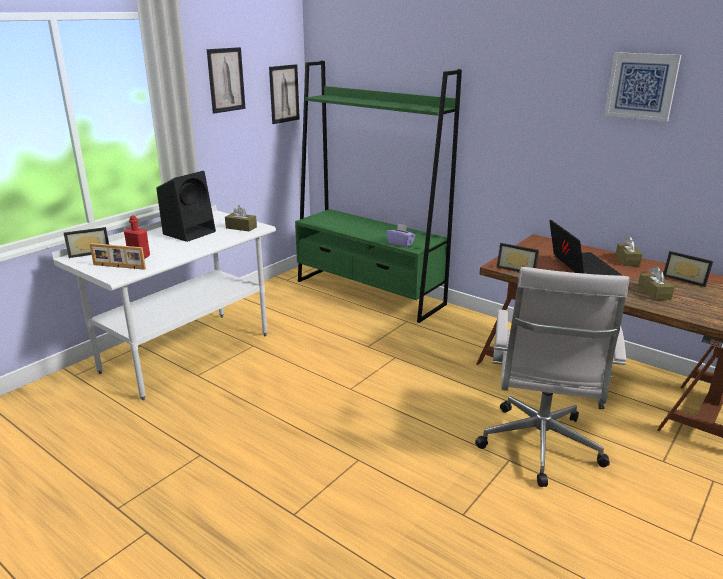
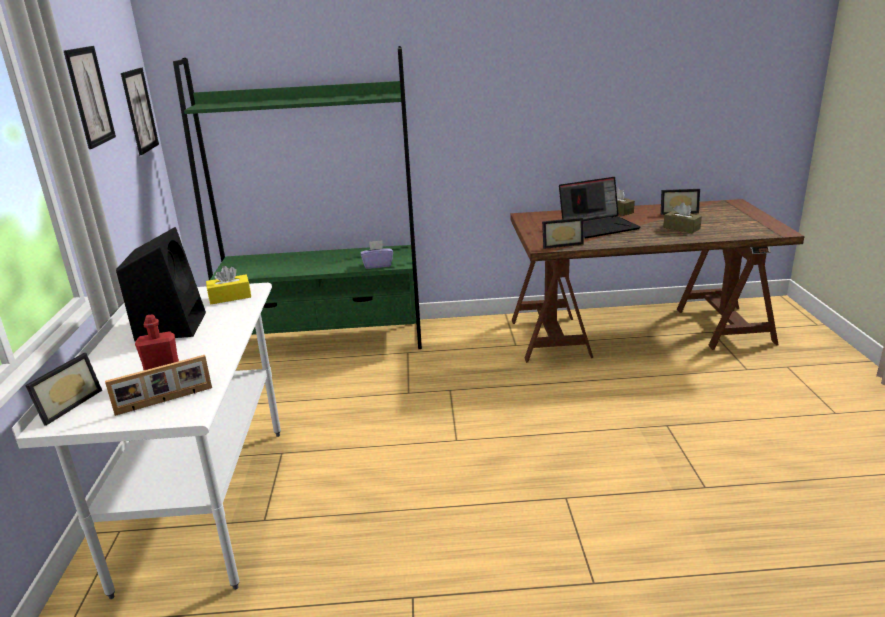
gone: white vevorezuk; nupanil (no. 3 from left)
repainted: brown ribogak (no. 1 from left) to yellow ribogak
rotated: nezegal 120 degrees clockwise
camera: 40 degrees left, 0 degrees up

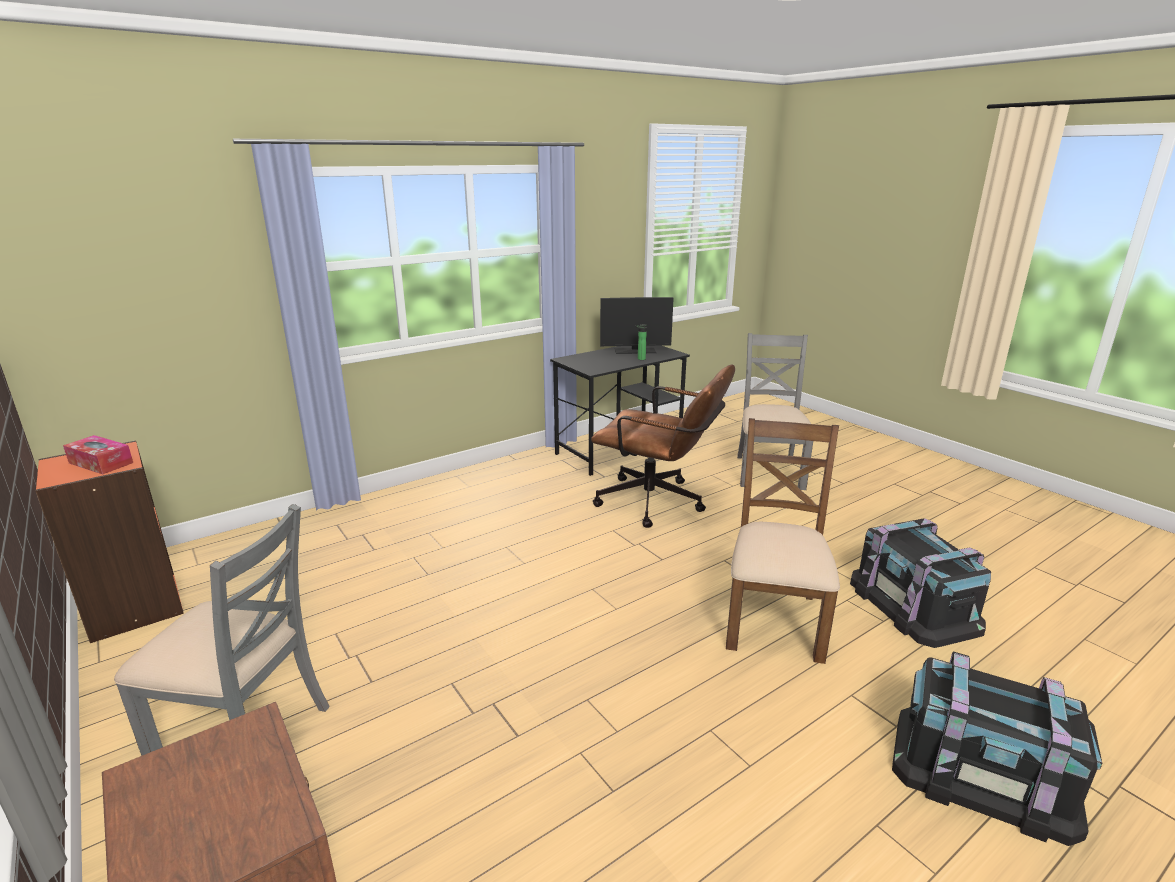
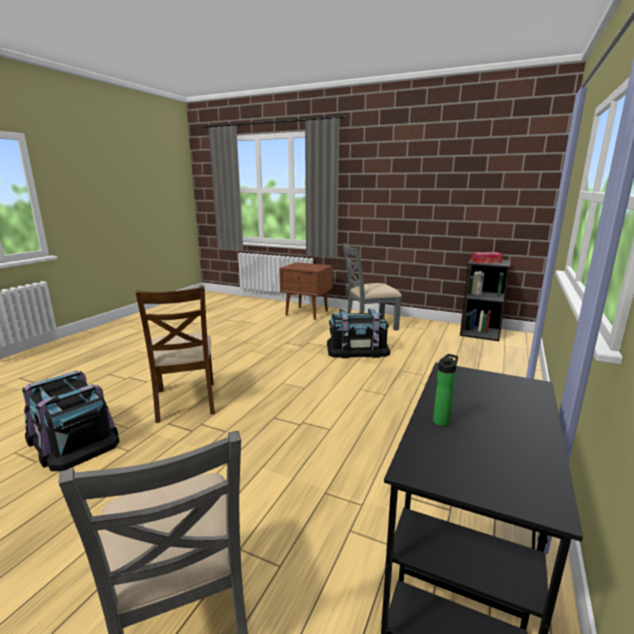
gone: brown vevorezuk; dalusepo
shifted: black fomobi (no. 2 from left)
repainted: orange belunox to black belunox
camera: 150 degrees right, 5 degrees down

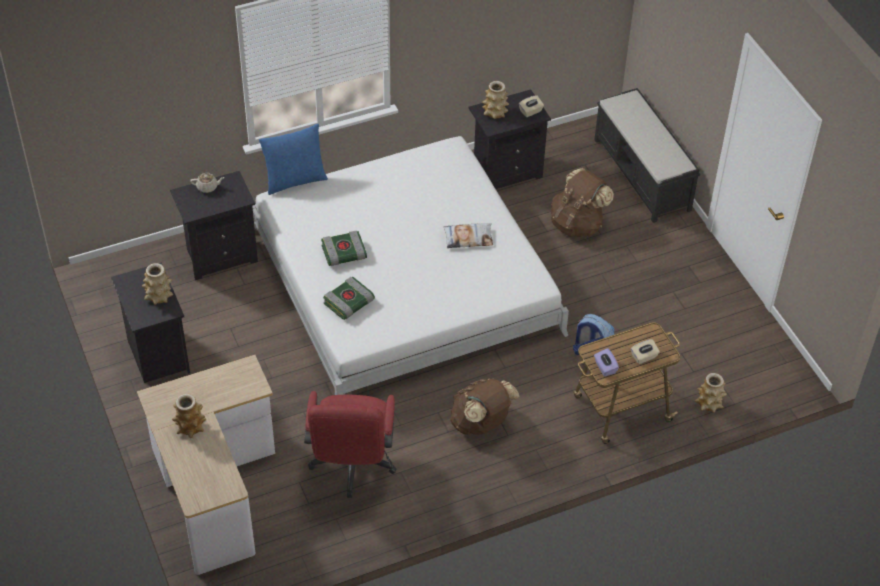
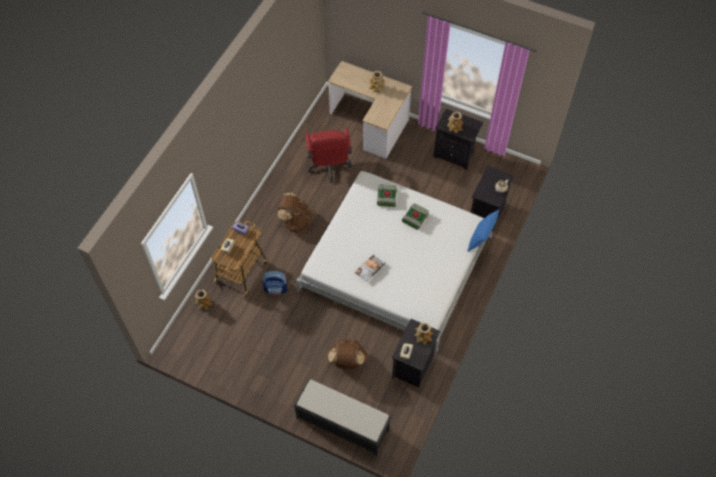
rotated: red vevorezuk 150 degrees counterclockwise
camera: 140 degrees right, 10 degrees up

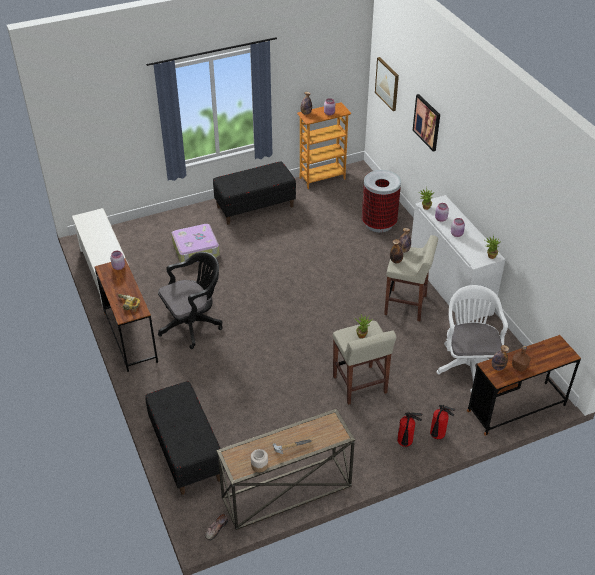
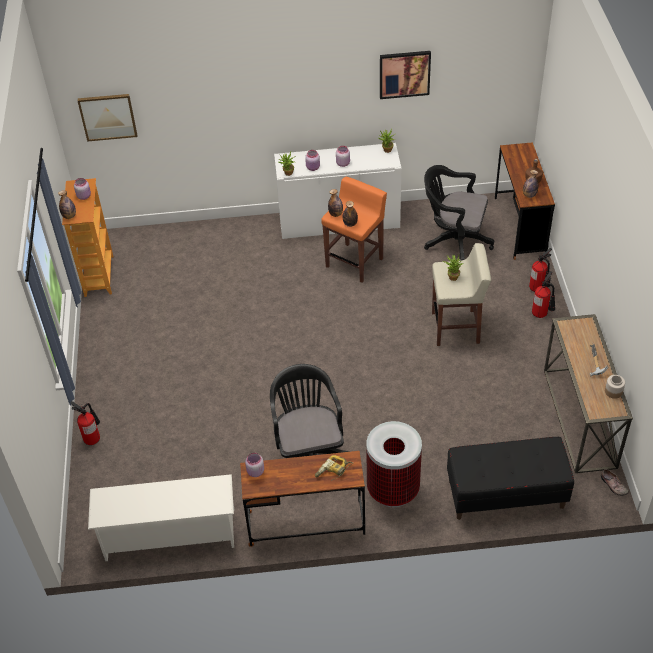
gone: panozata; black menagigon (no. 2 from left)
new: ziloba (no. 1 from left)
shifted: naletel; nupanil (no. 2 from left)
repainted: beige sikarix (no. 2 from left) to orange sikarix; white vevorezuk to black vevorezuk (no. 2 from left)
camera: 70 degrees left, 5 degrees up

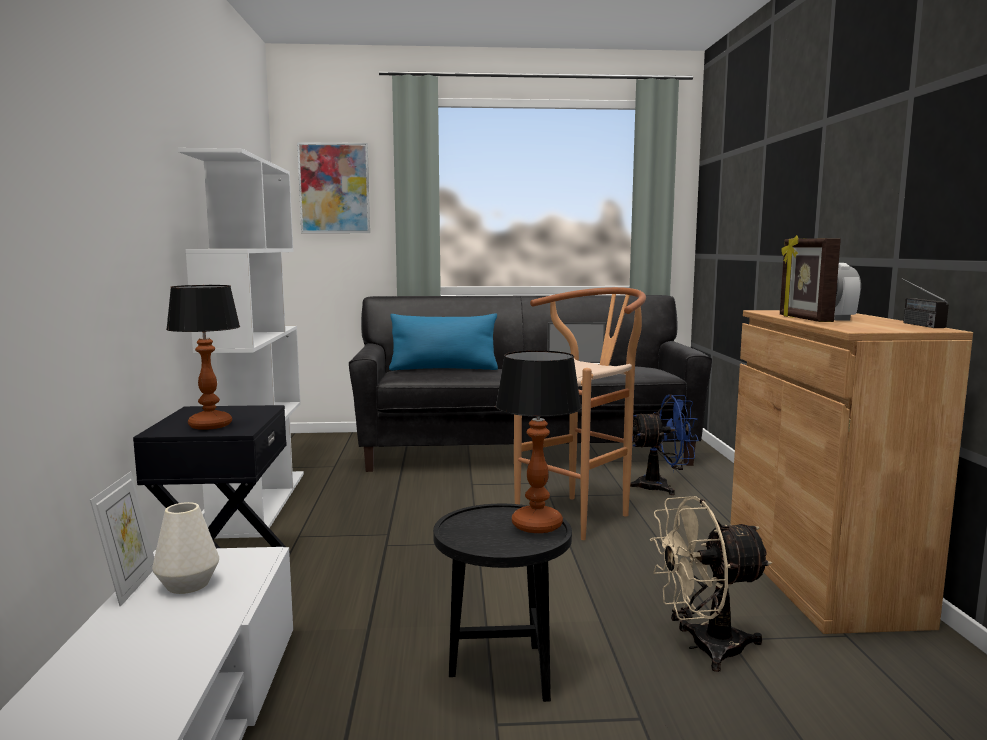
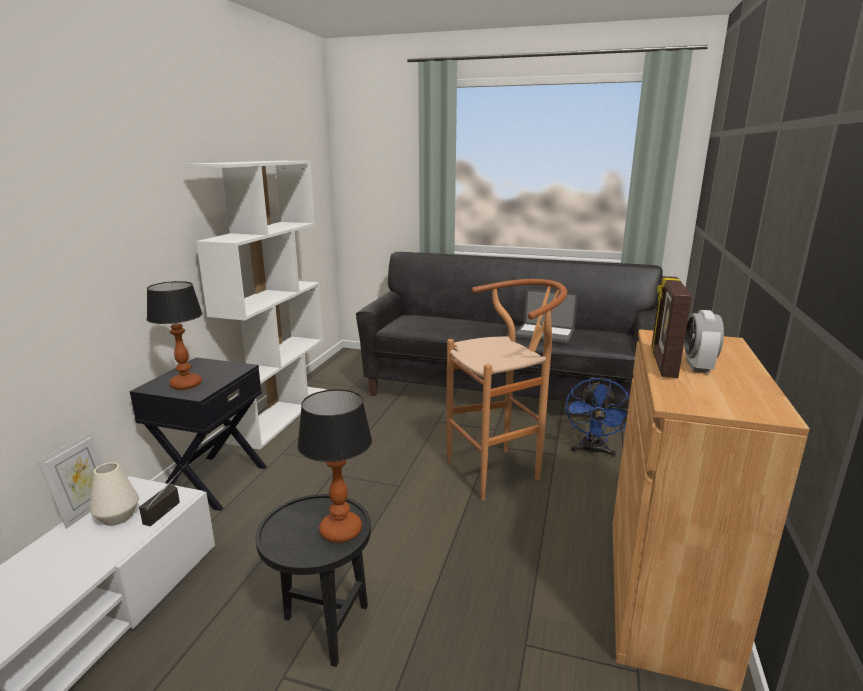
gone: nupanil; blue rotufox; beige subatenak
shifted: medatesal
rotated: blue subatenak 90 degrees clockwise
camera: 20 degrees right, 10 degrees up

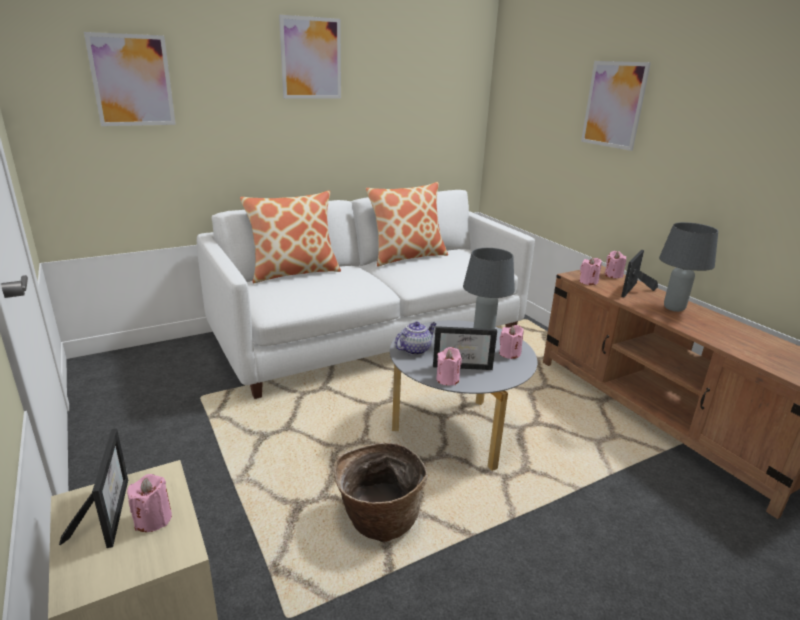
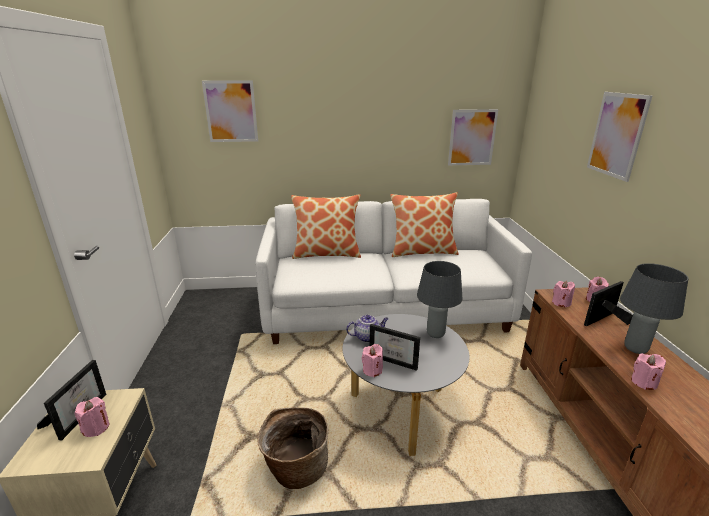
shifted: nupanil (no. 2 from left); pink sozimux (no. 3 from left in the first image) to pink sozimux (no. 5 from left)
camera: 25 degrees right, 0 degrees up

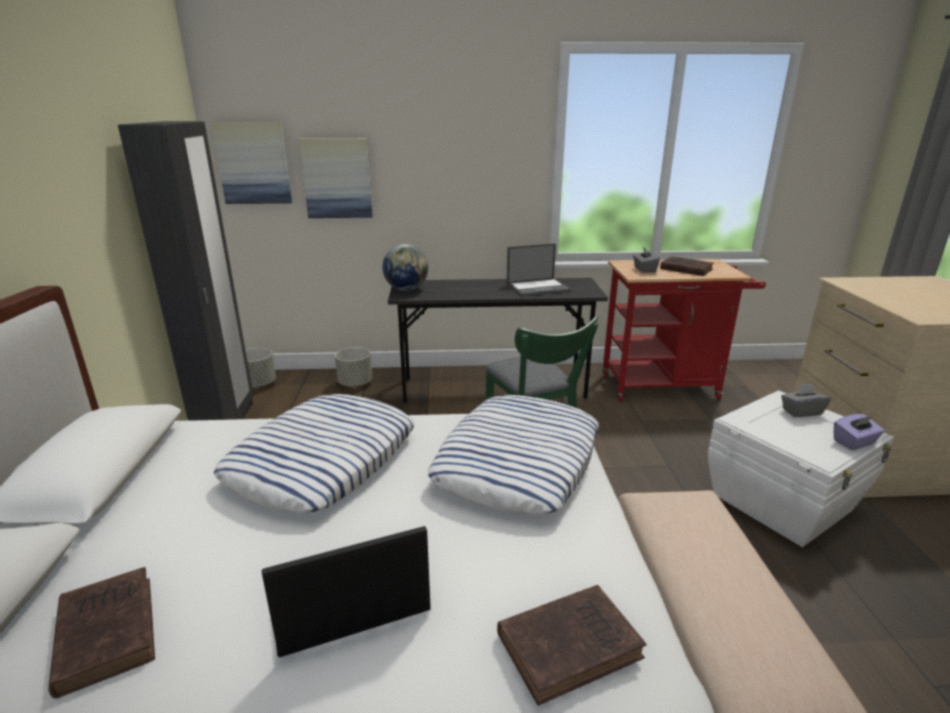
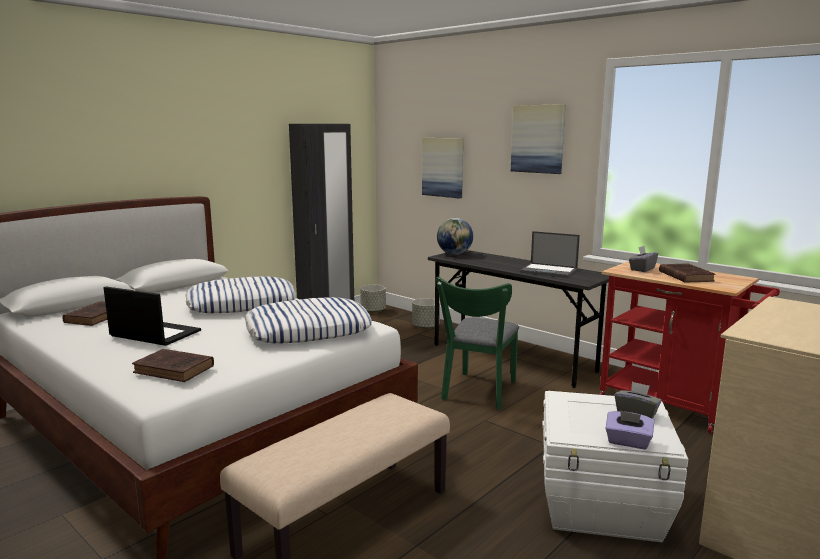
shifted: nupanil (no. 1 from left in the first image) to nupanil (no. 2 from left)
camera: 45 degrees right, 10 degrees down

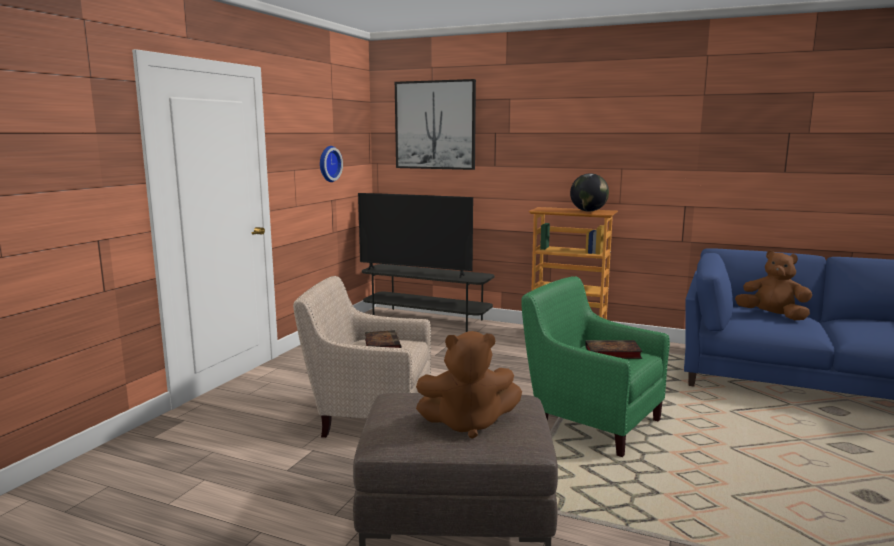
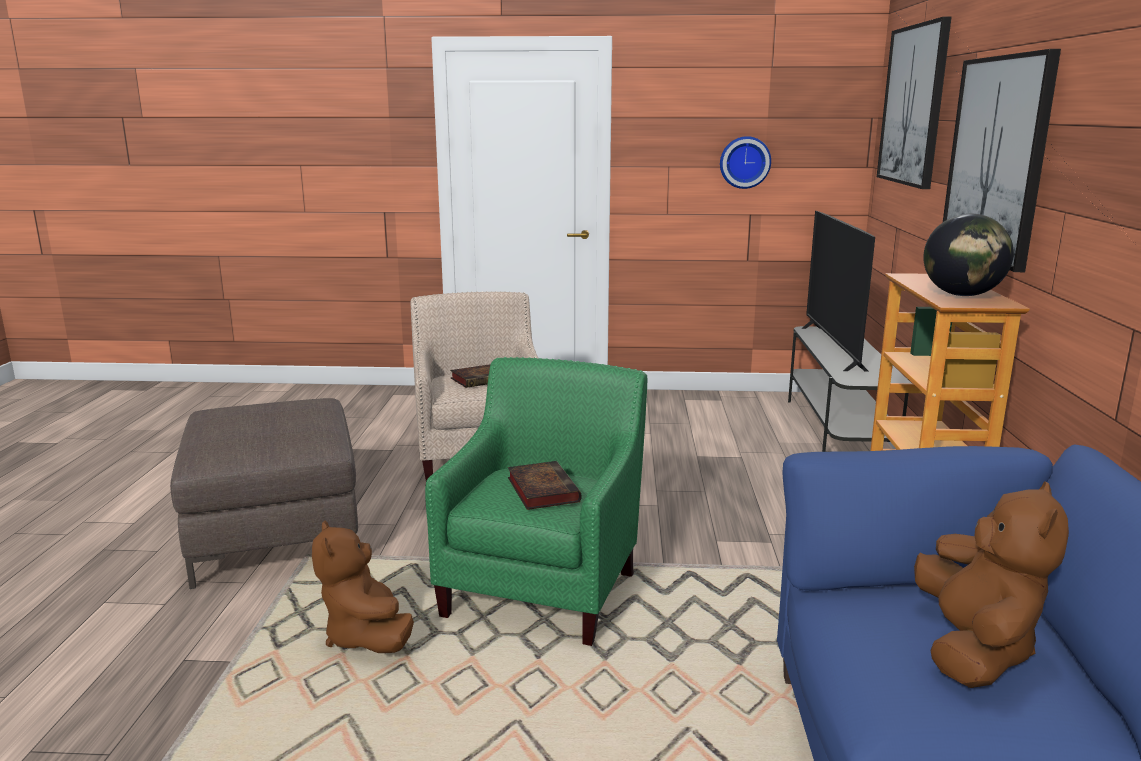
new: nupanil (no. 2 from left)
shifted: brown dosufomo (no. 1 from left)
camera: 70 degrees right, 5 degrees up

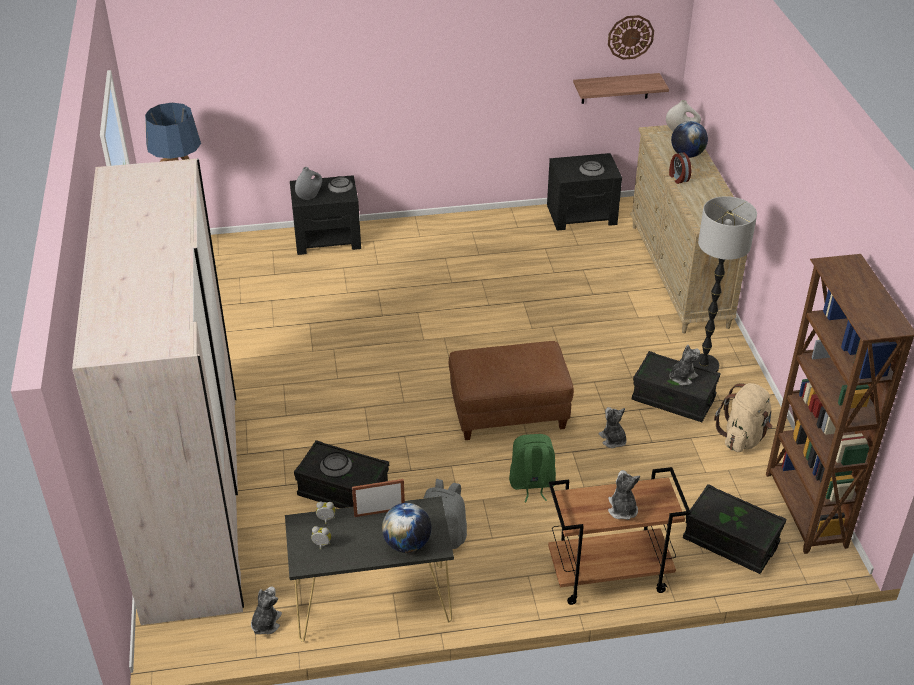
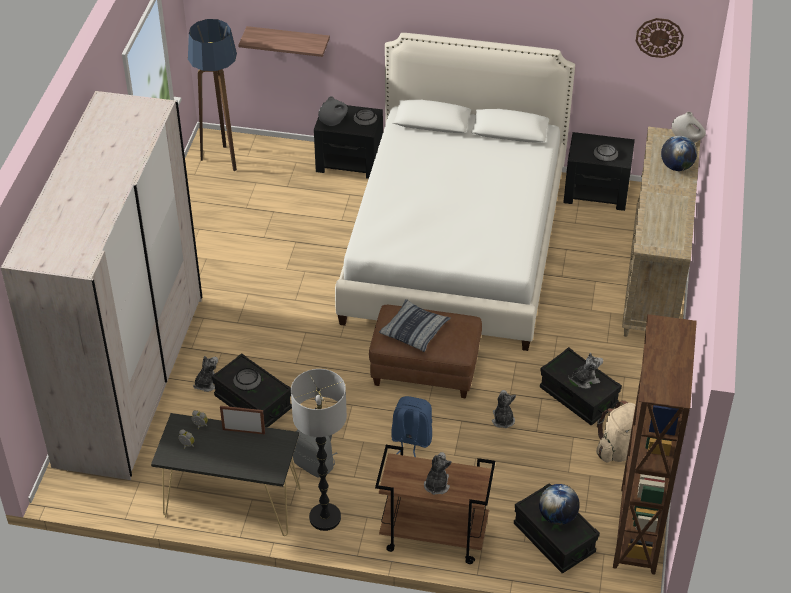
gone: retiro (no. 3 from left)
new: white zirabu; rotufox
shifted: dosufomo (no. 1 from left); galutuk (no. 1 from left); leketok; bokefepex (no. 2 from left)
repainted: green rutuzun to blue rutuzun
camera: 20 degrees right, 5 degrees up

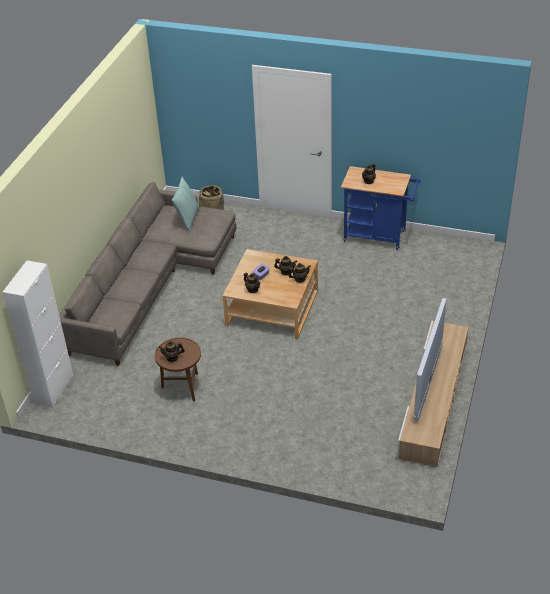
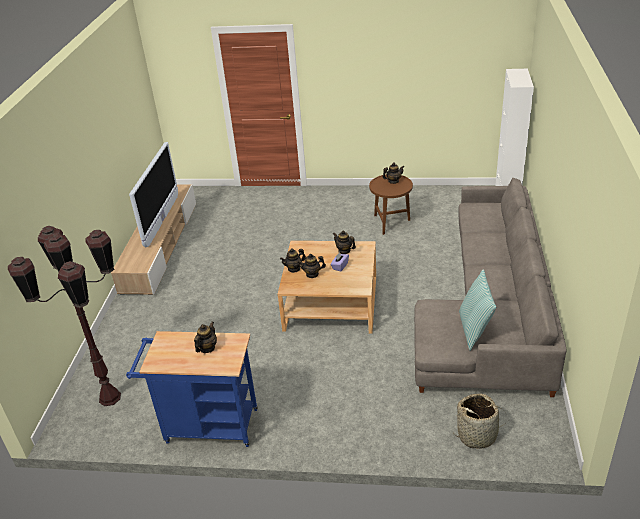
new: brown bokefepex
camera: 170 degrees right, 5 degrees down

